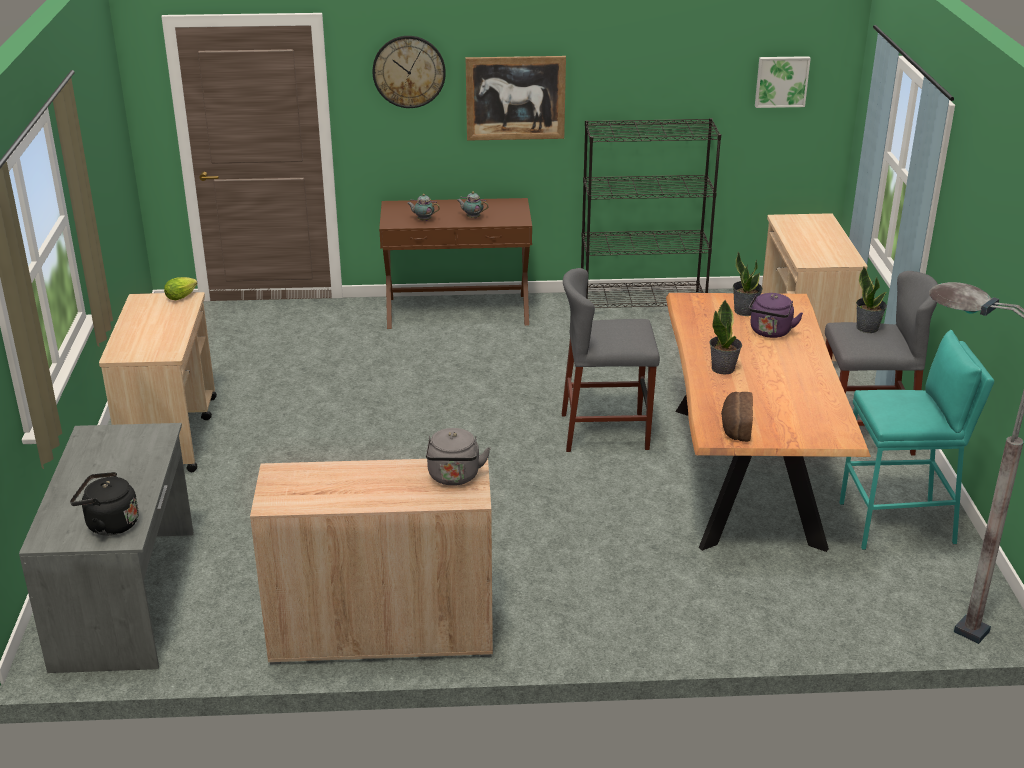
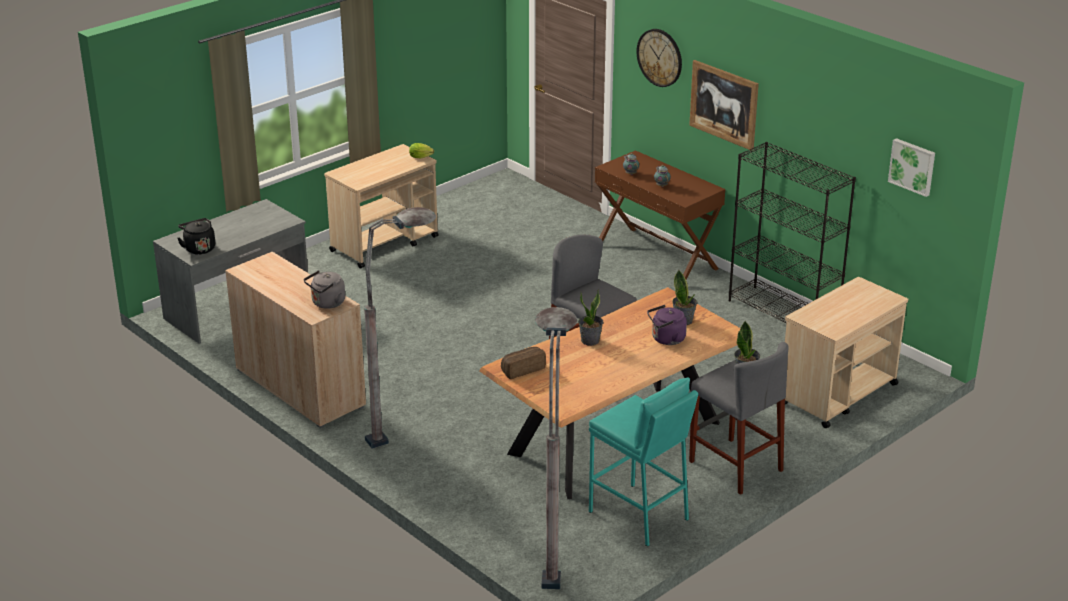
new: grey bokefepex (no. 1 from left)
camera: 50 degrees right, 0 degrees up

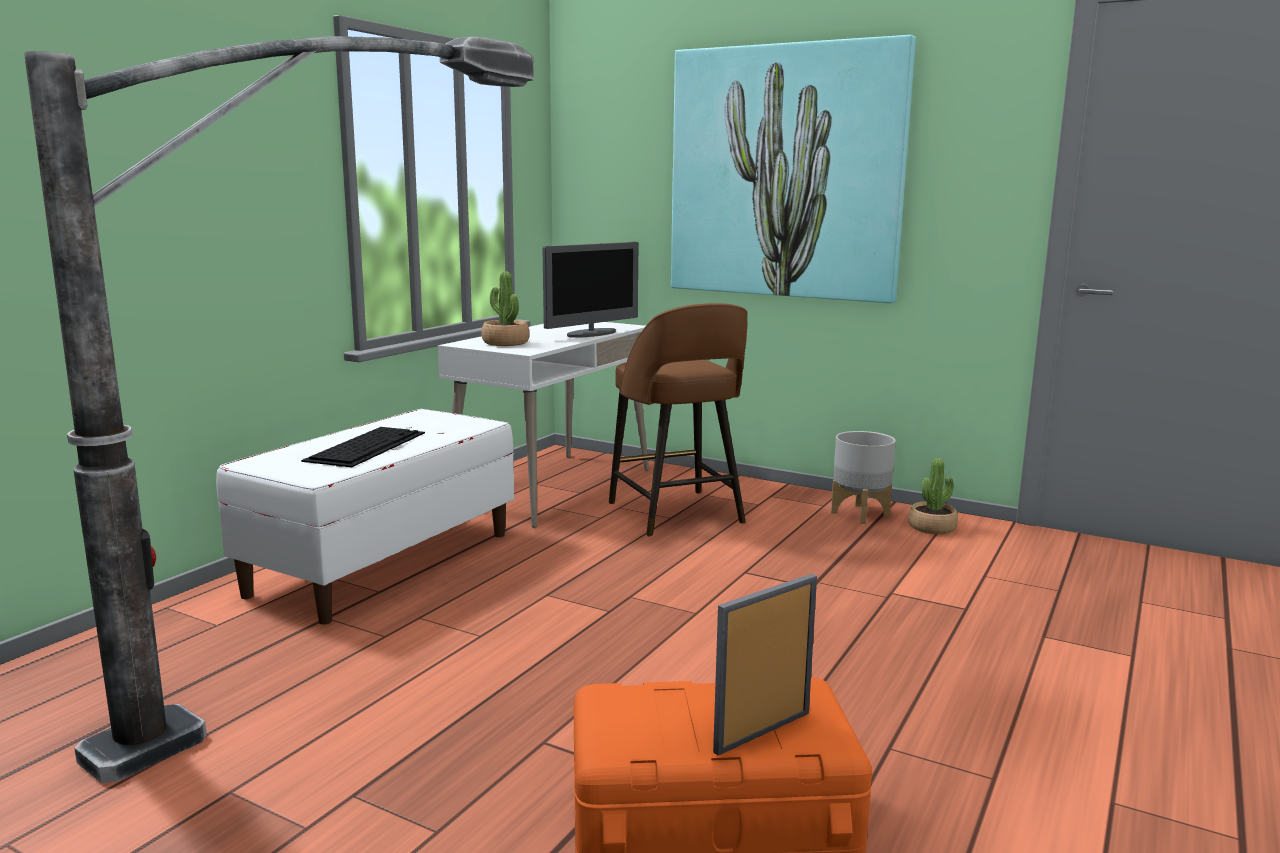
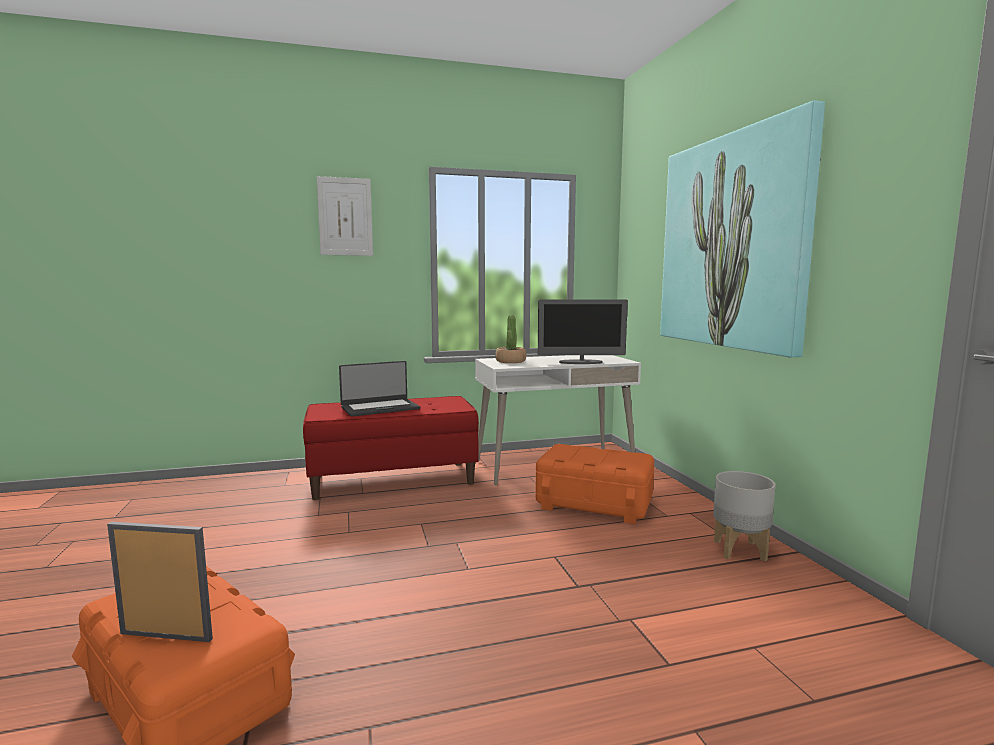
gone: bokefepex; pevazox (no. 2 from left)
new: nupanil (no. 1 from left)
swapped: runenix to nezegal; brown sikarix to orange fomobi (no. 2 from left)
repainted: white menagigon to red menagigon
camera: 45 degrees right, 5 degrees down

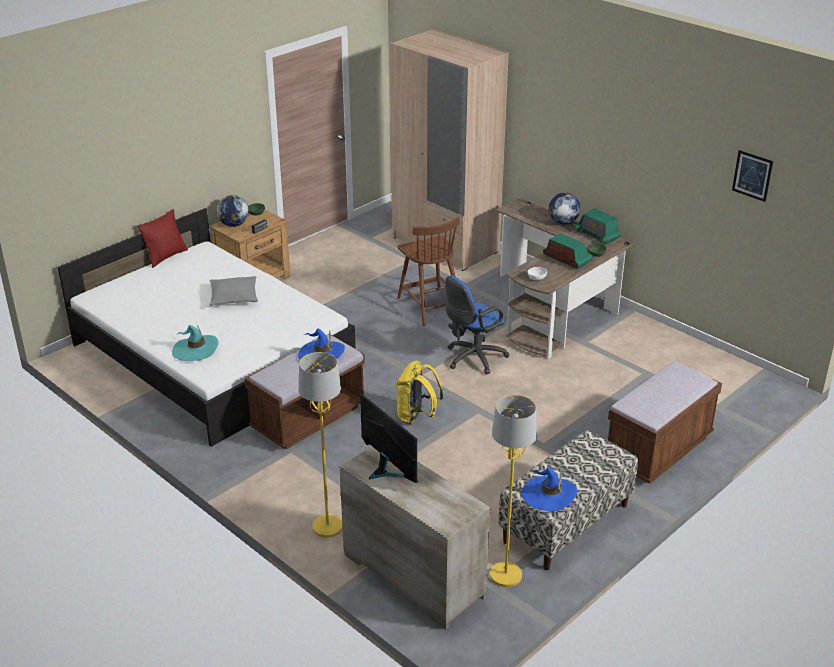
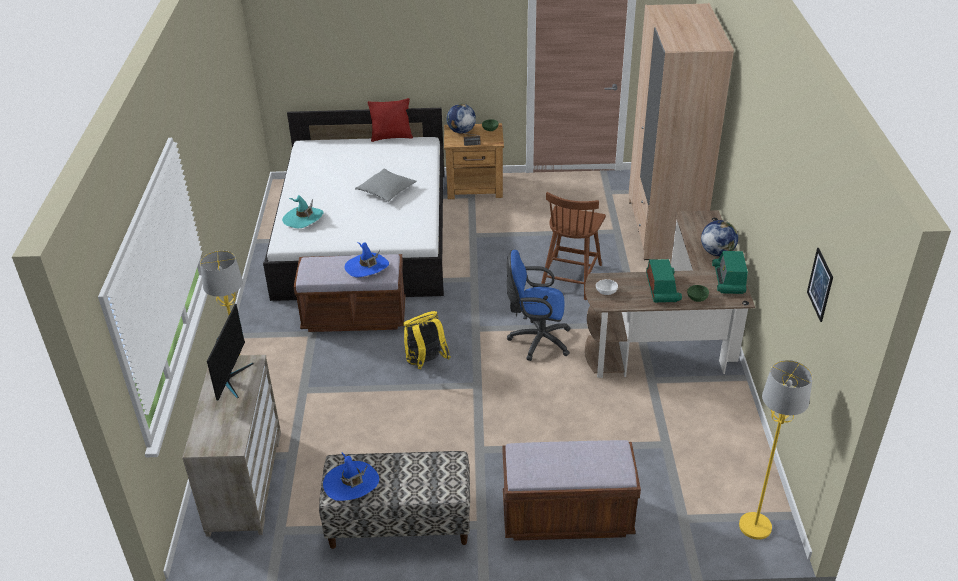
shifted: yellow bokefepex (no. 2 from left)
camera: 45 degrees right, 5 degrees up

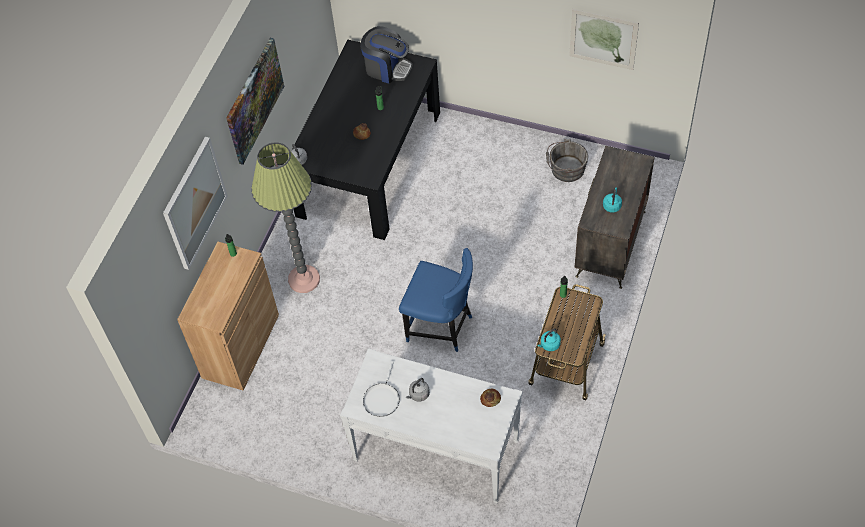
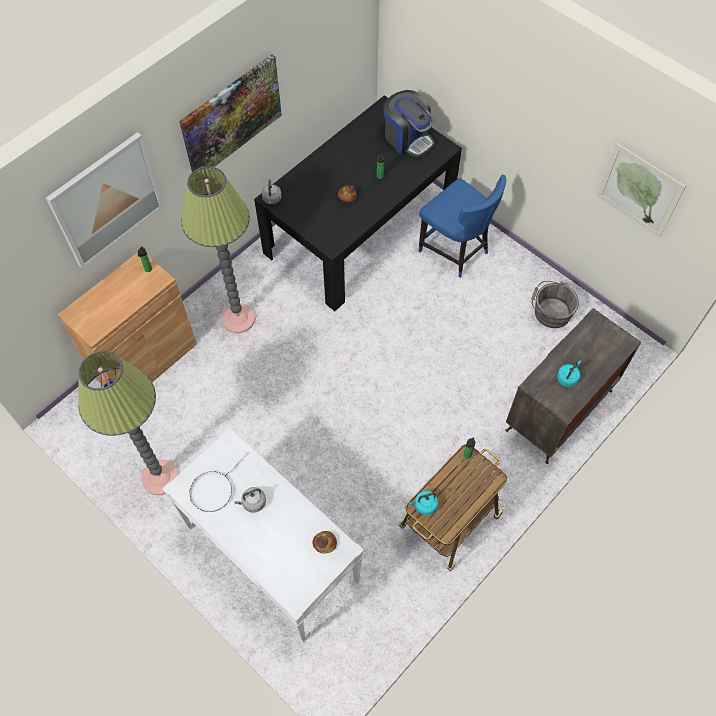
new: bokefepex (no. 1 from left)
shifted: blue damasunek
camera: 20 degrees right, 5 degrees up

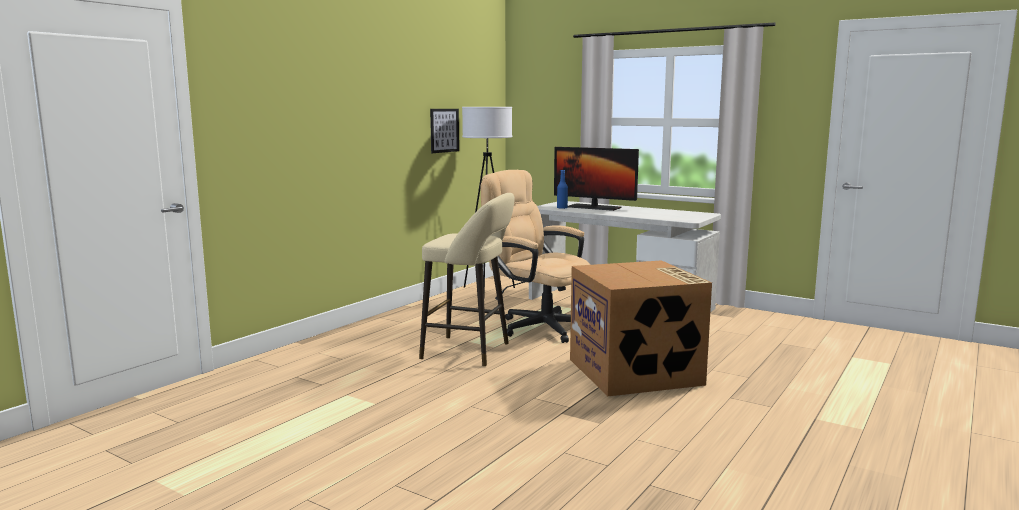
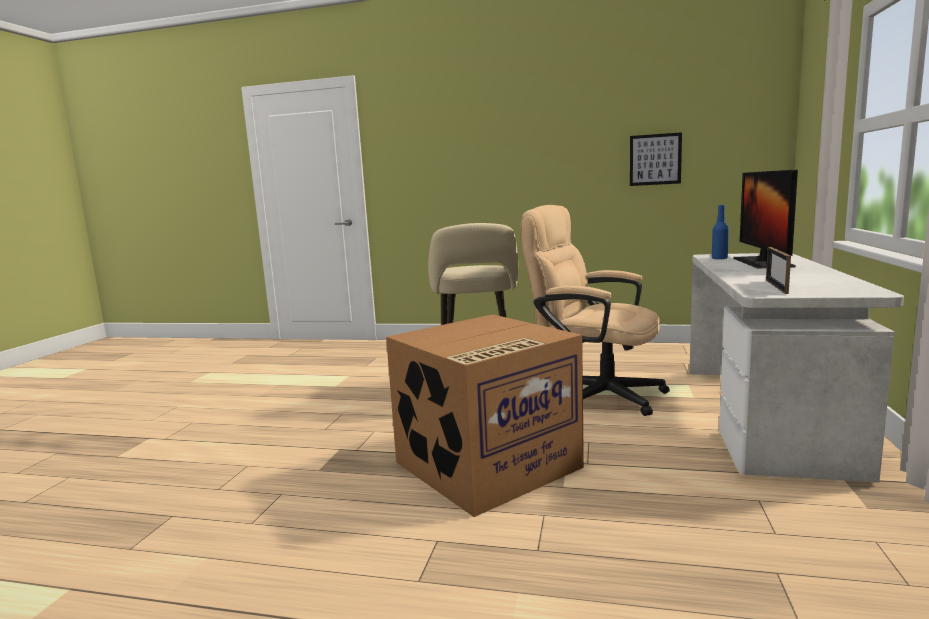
gone: white bokefepex
new: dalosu
rotated: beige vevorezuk 75 degrees counterclockwise
camera: 70 degrees right, 0 degrees up

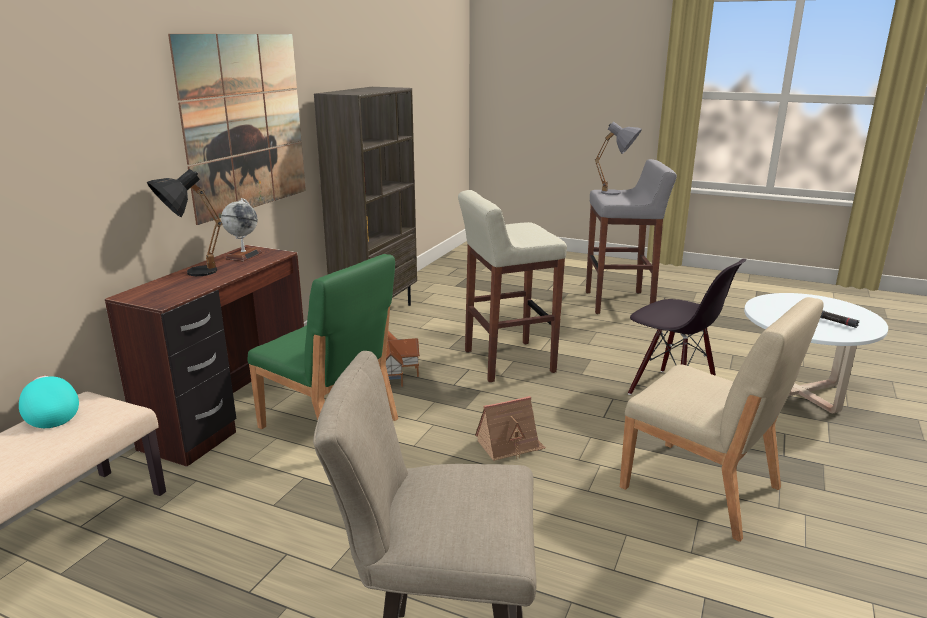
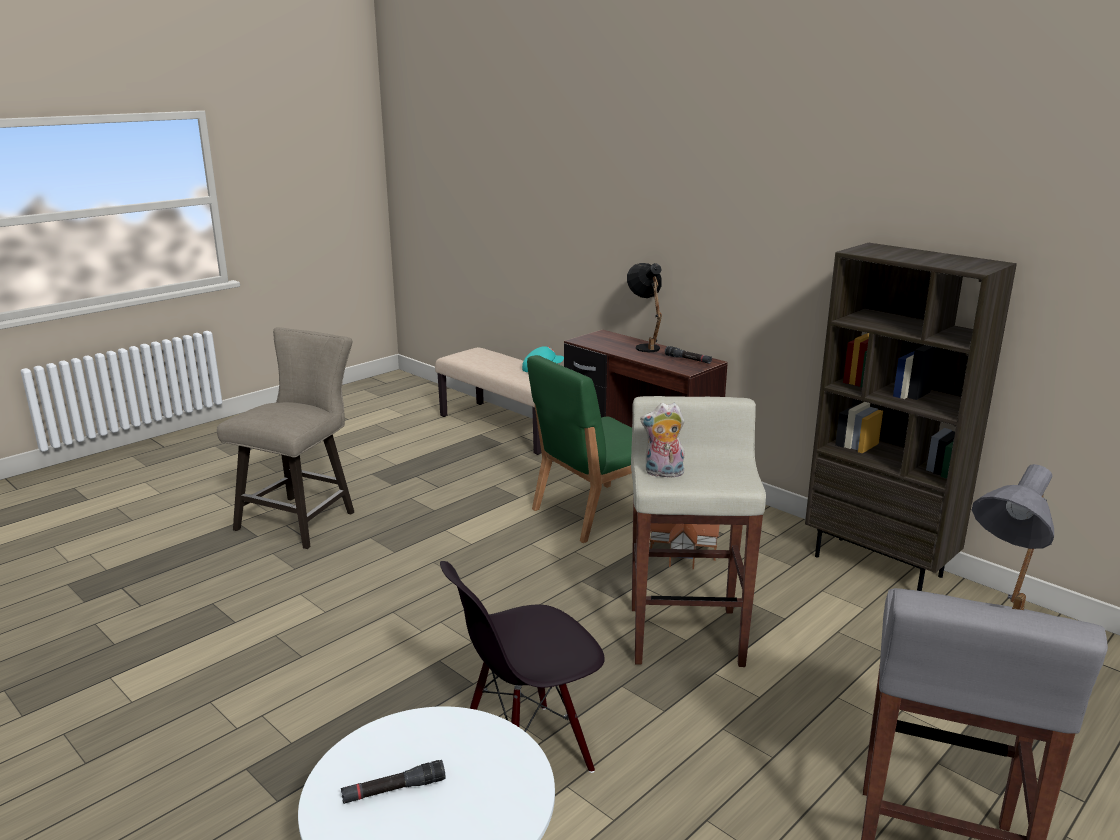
gone: nupanil; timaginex (no. 2 from left); beige damasunek
new: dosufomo
swapped: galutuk to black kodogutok (no. 2 from left)
camera: 110 degrees right, 0 degrees up

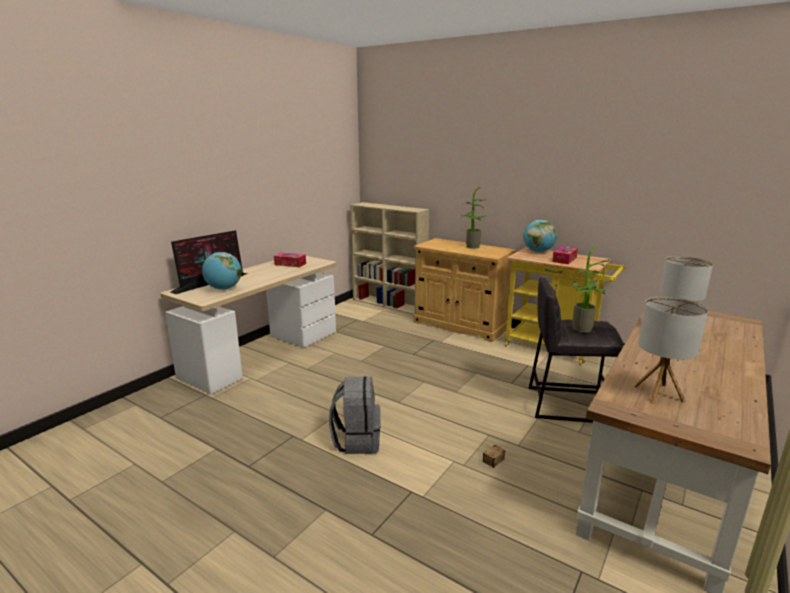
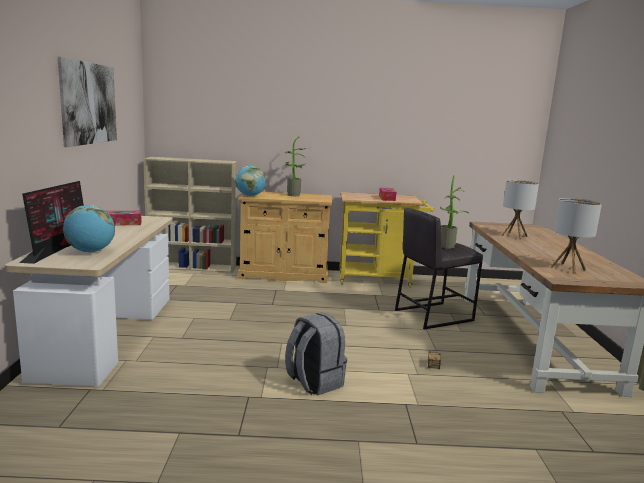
new: nupanil
shifted: galutuk (no. 2 from left)
camera: 35 degrees left, 5 degrees down

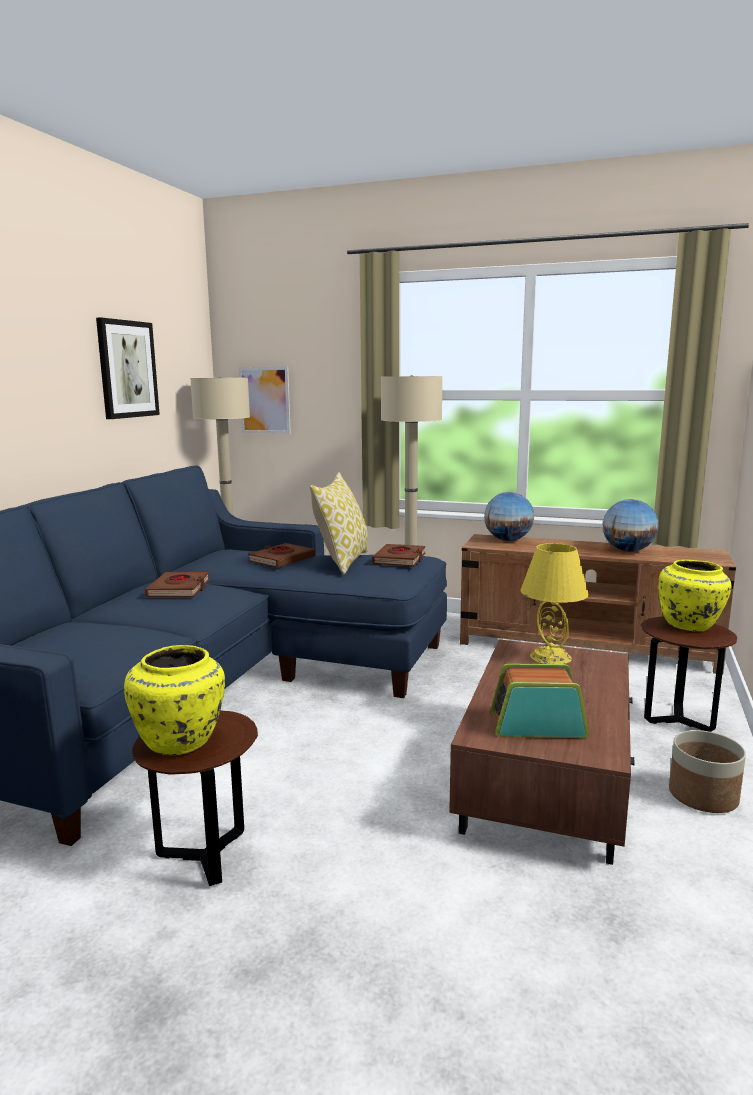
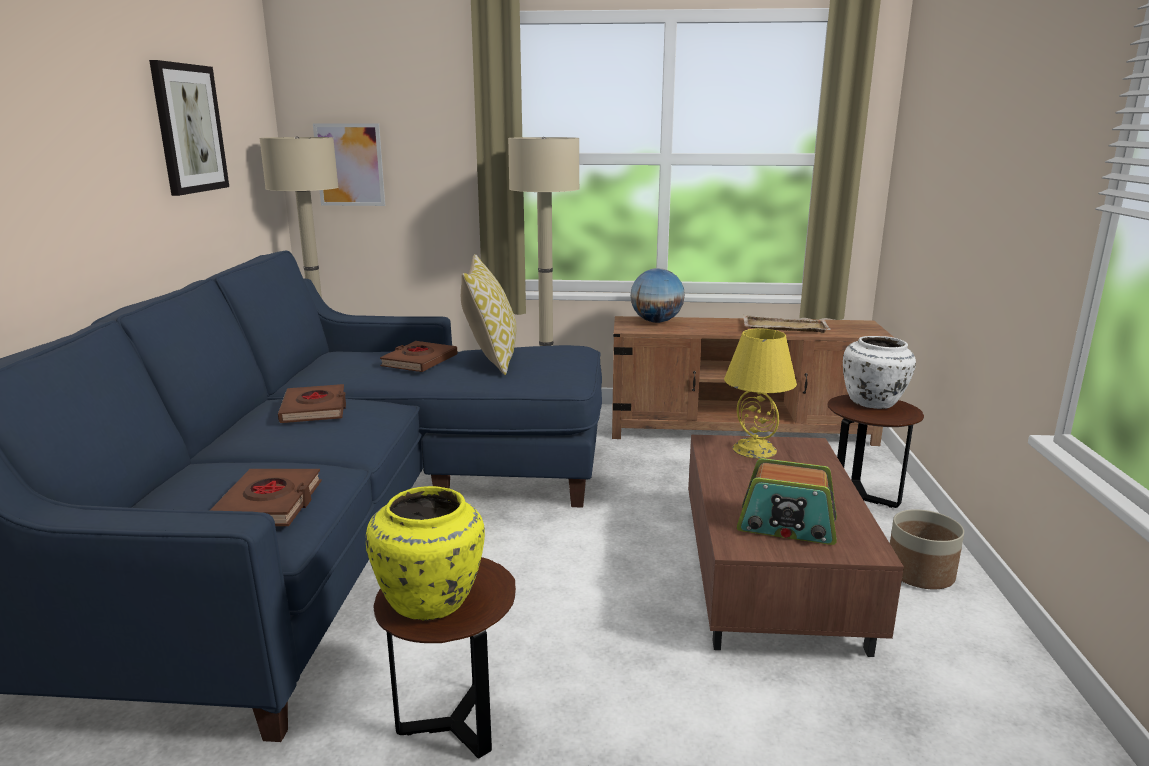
shifted: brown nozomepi (no. 3 from left in the first image) to brown nozomepi (no. 1 from left)
swapped: galutuk (no. 2 from left) to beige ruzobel
repainted: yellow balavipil (no. 2 from left) to white balavipil
rotated: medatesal 150 degrees counterclockwise
camera: 15 degrees left, 5 degrees up

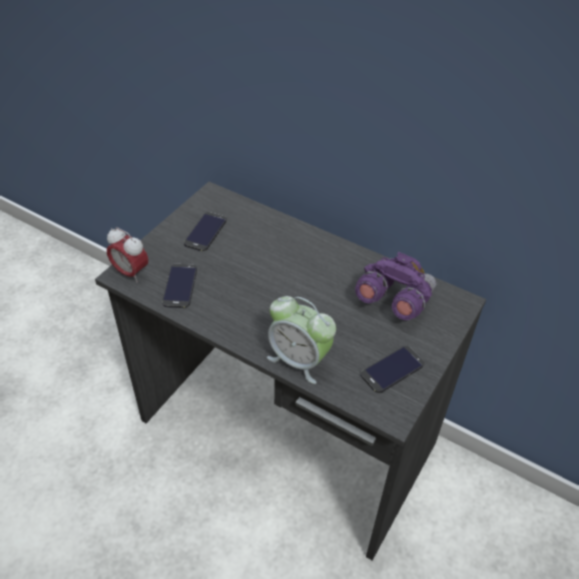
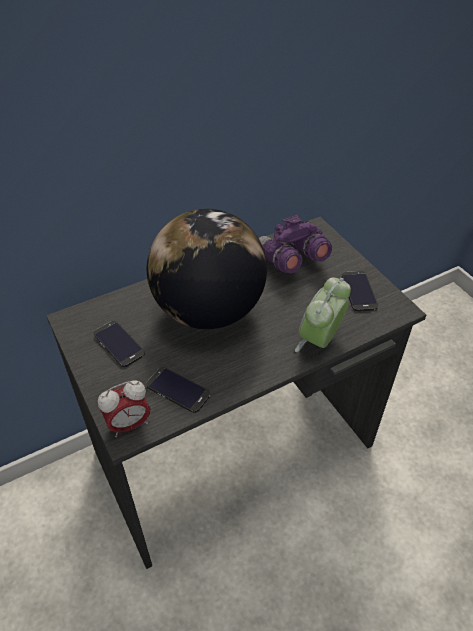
new: galutuk
rotated: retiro (no. 2 from left) 150 degrees clockwise
camera: 60 degrees left, 0 degrees up

